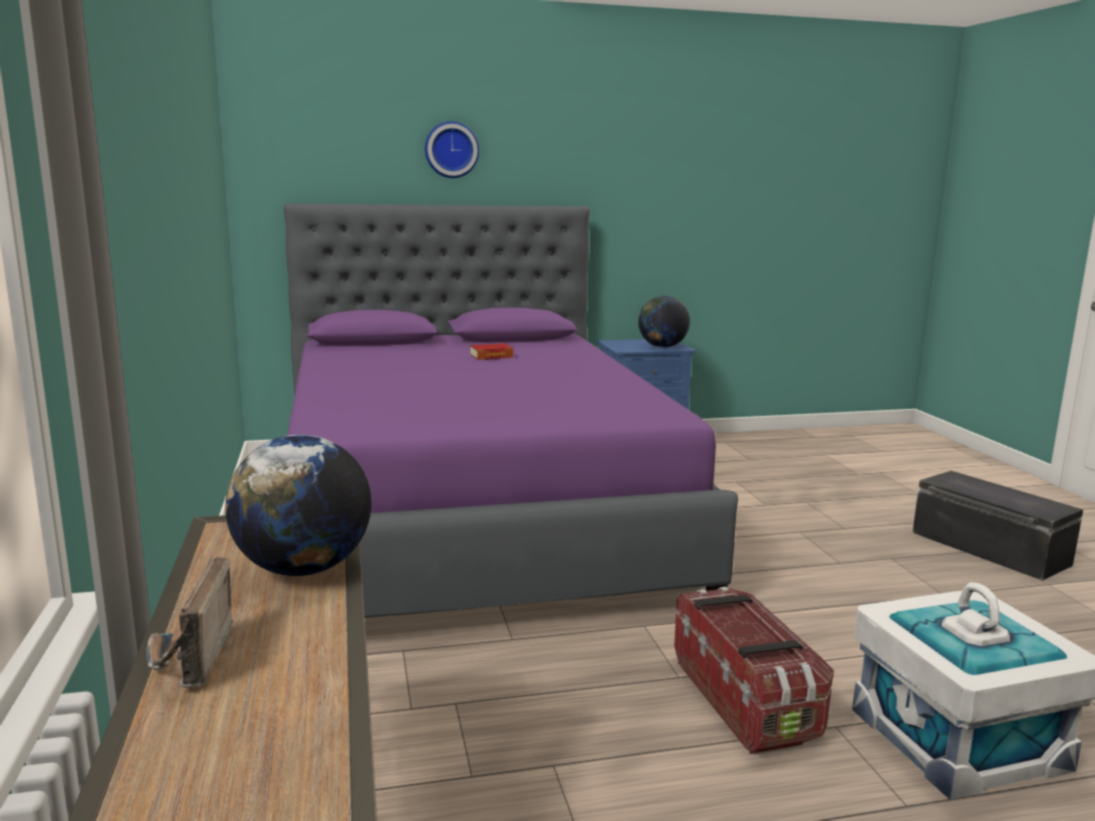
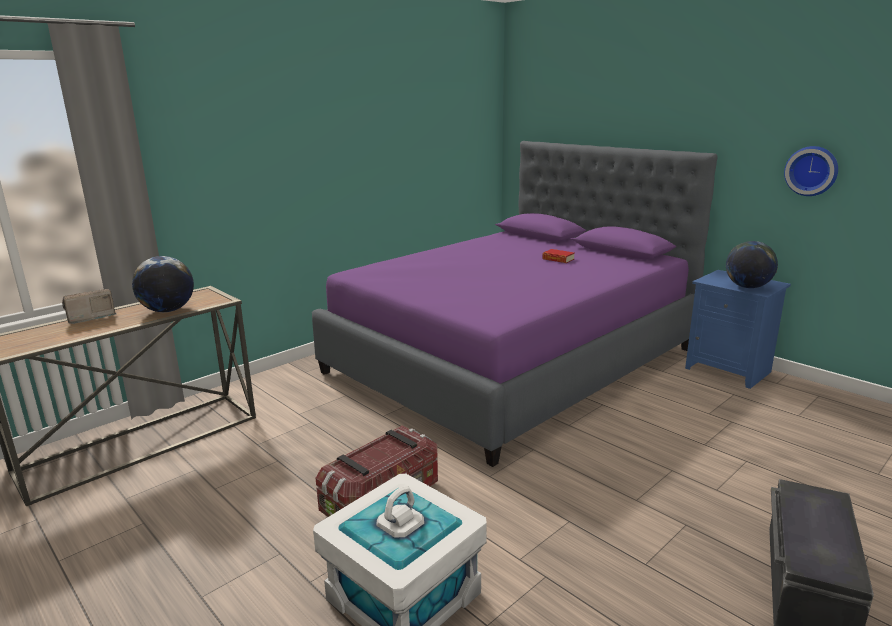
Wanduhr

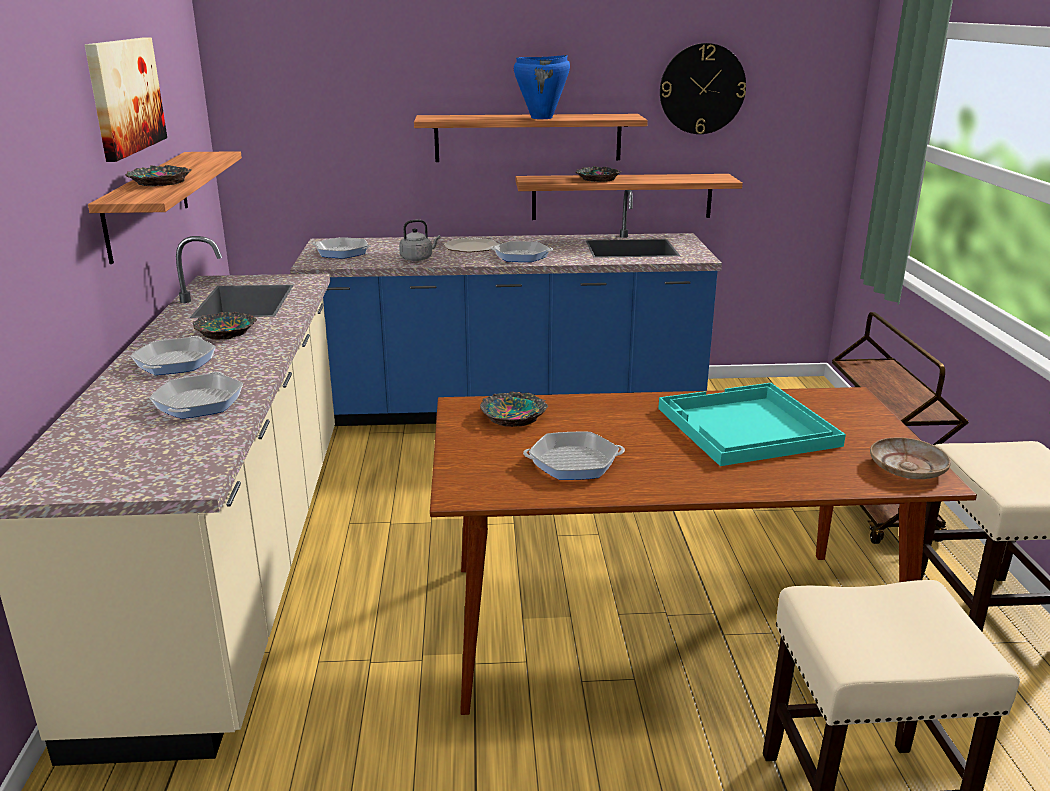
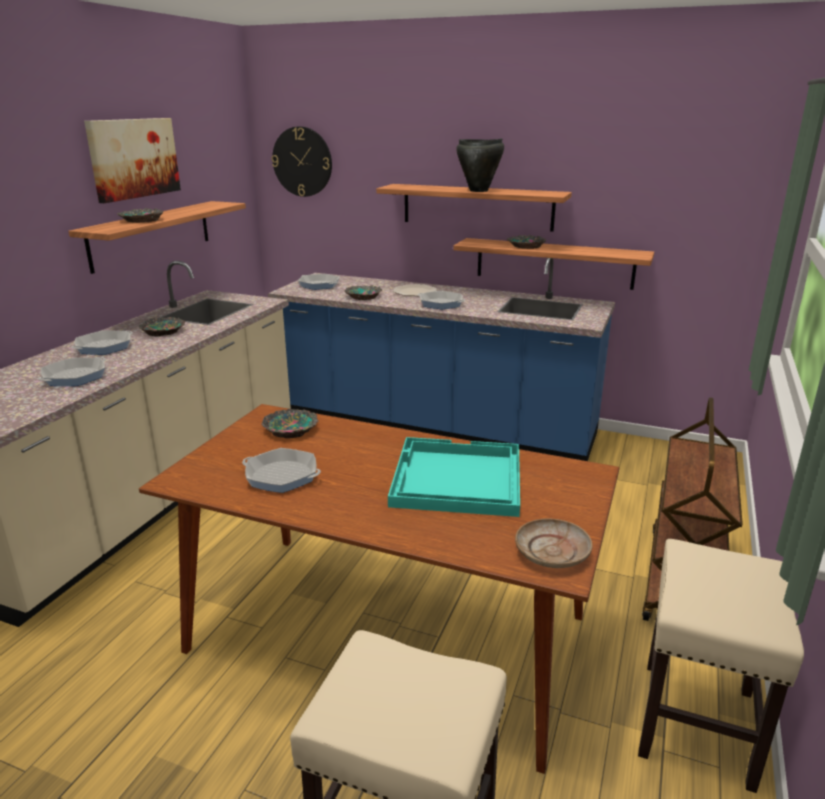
Schüssel (4th from left)
Kochtopf (schwarz)
Wanduhr

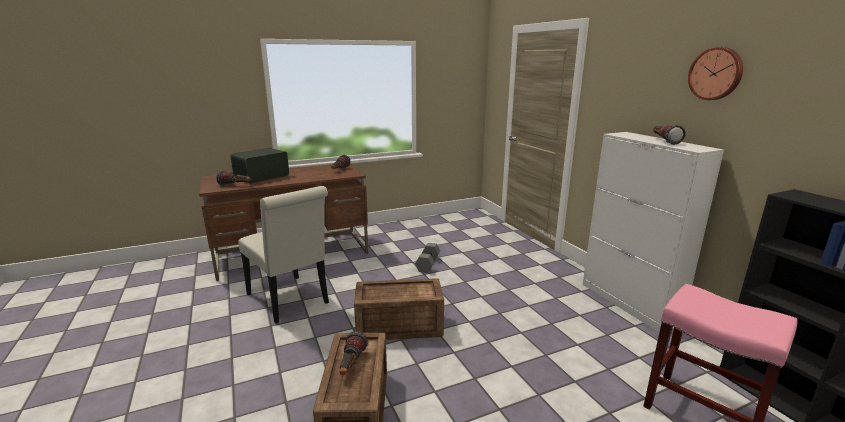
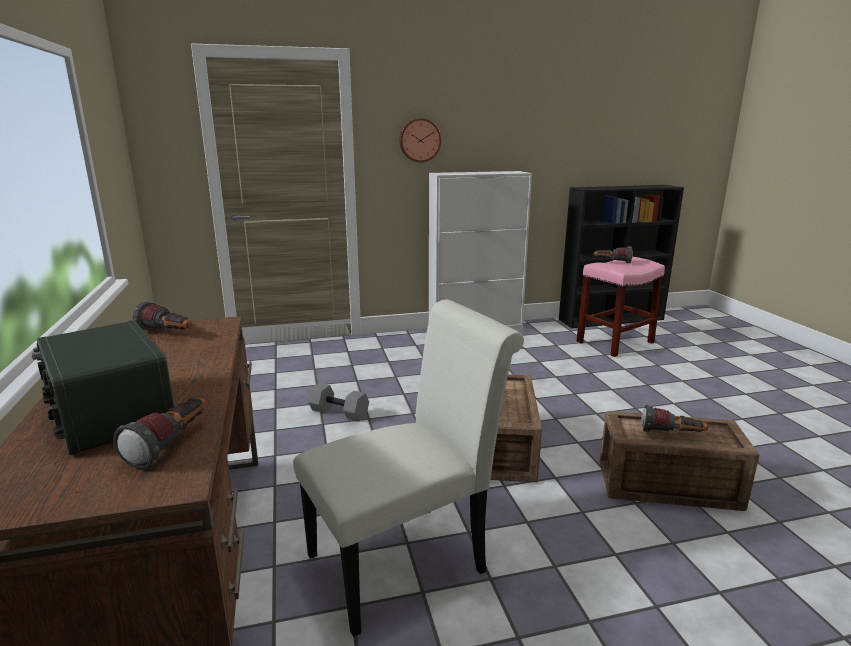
Taschenlampe (3rd from left)
Wanduhr

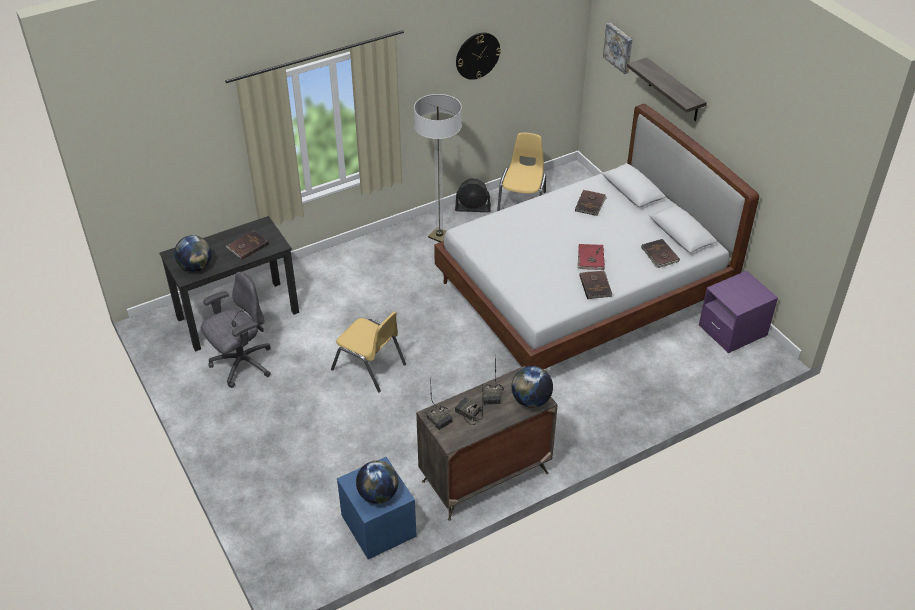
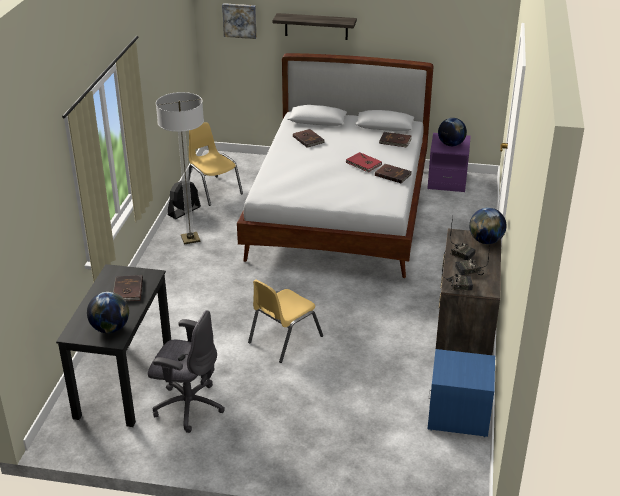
Bürostuhl (grau)
Stuhl (gelb) (2nd from left)
Globus (2nd from left)
Wanduhr

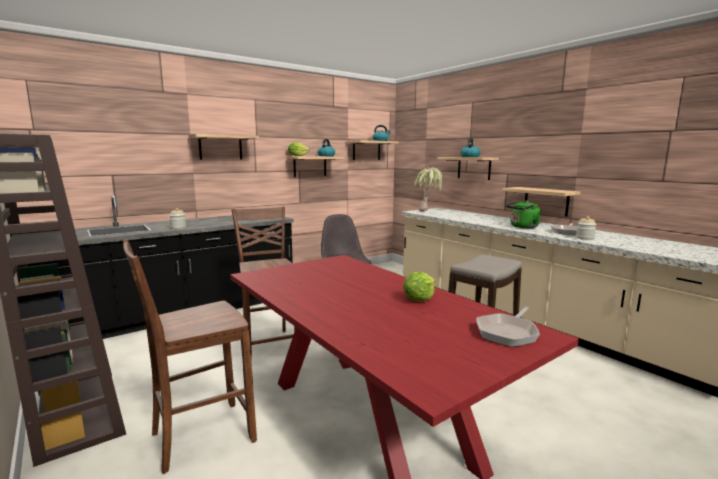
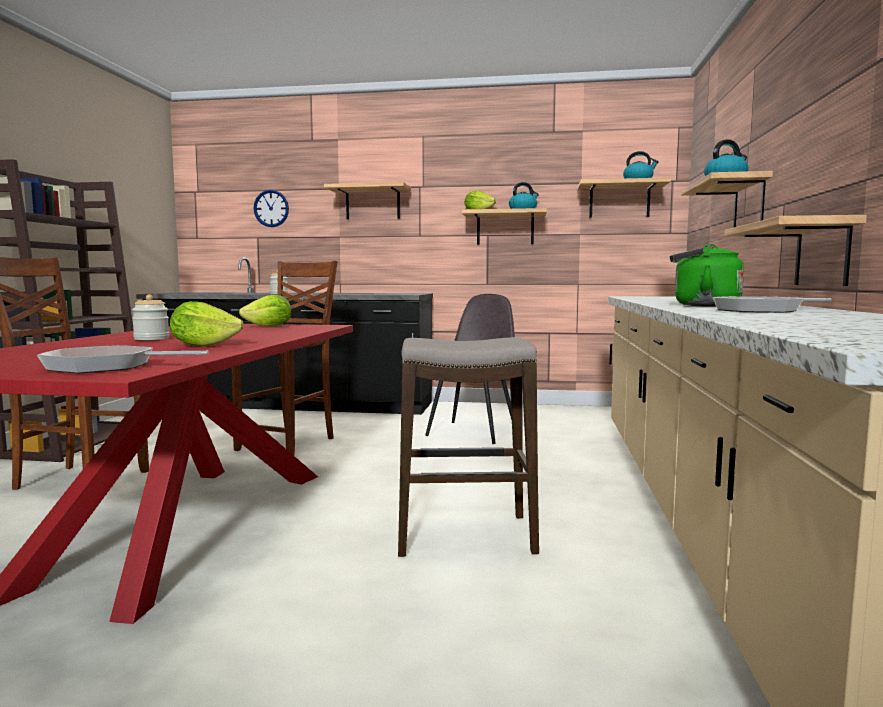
Topfpflanze
Vorratsglas (1st from left)
Salatkopf (2nd from left)
Wanduhr

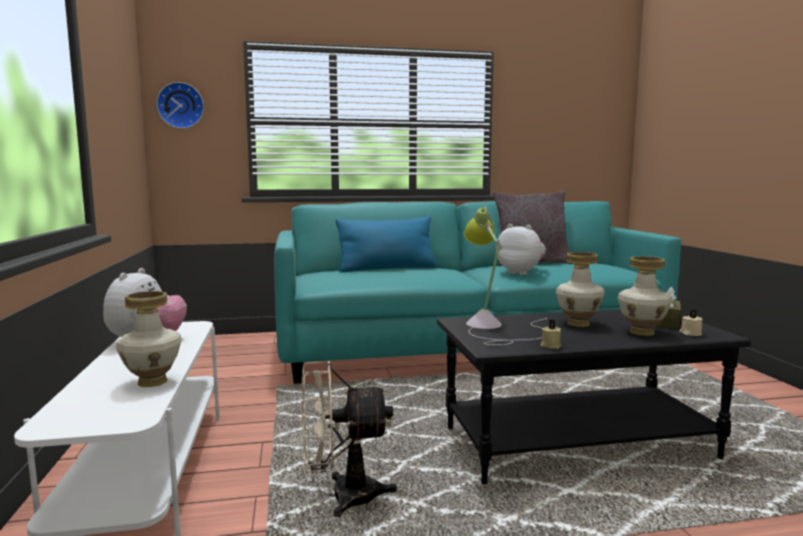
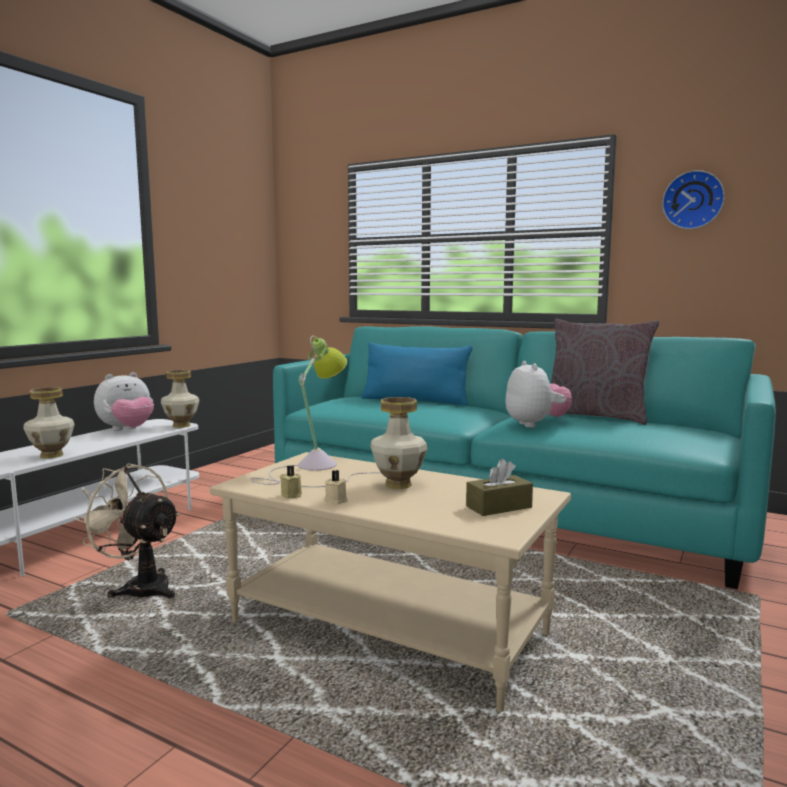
Wanduhr
Couchtisch (beige)
Vase (2nd from left)
Kerze (beige) (2nd from left)

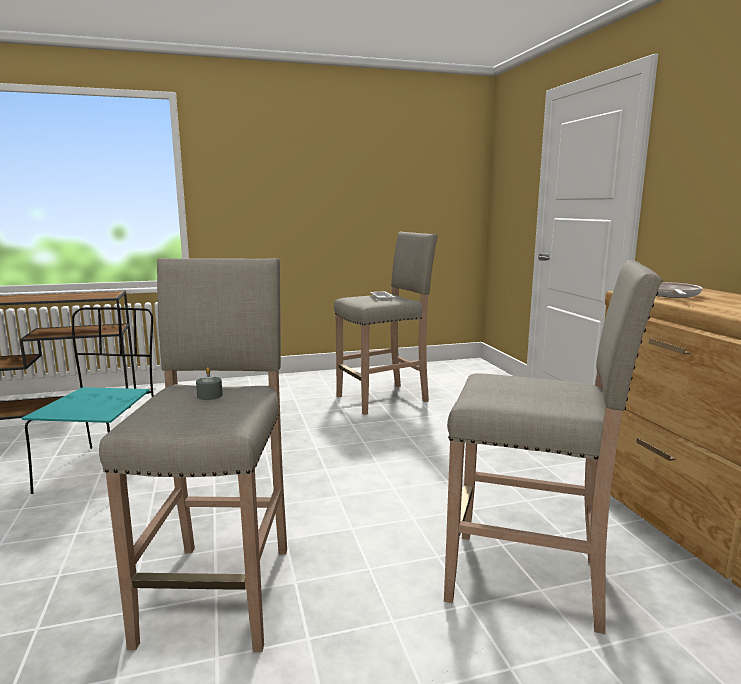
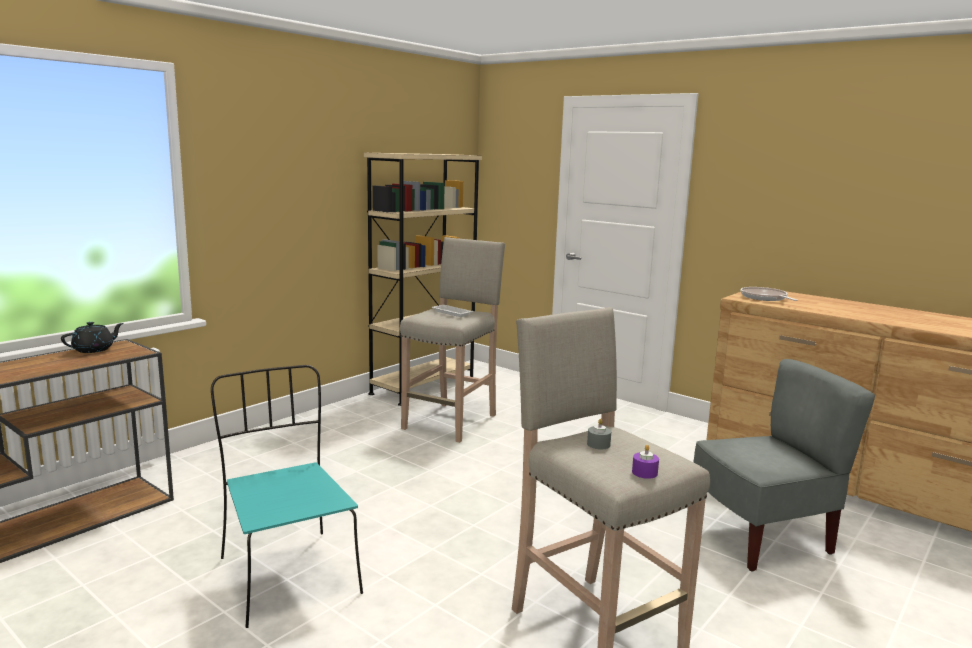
Stuhl (grau)
Teekanne (schwarz)
Bücherregal (beige)
Kerze (lila)

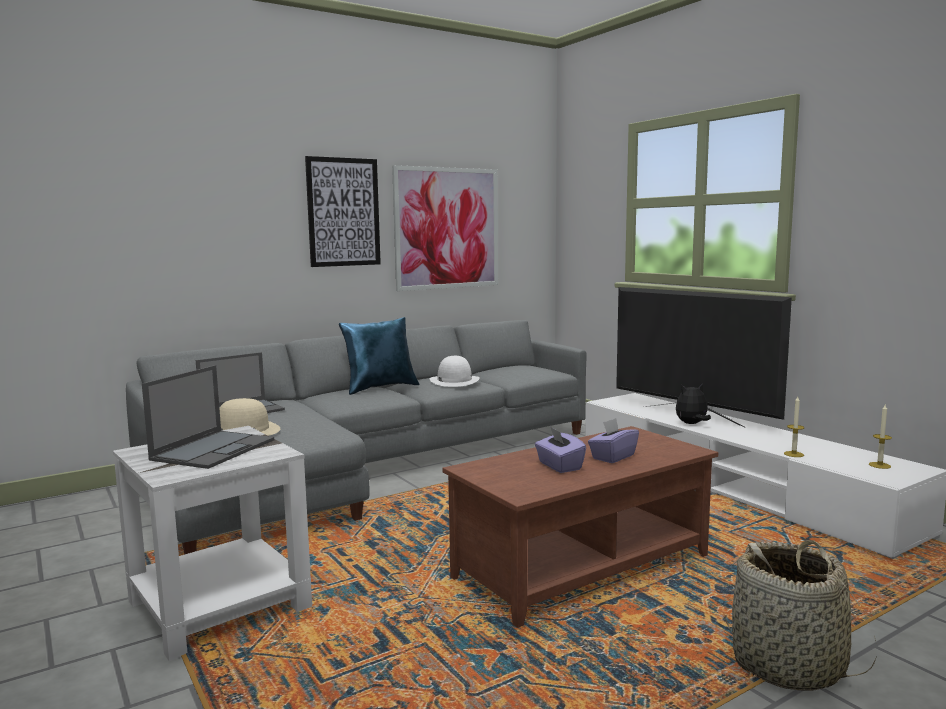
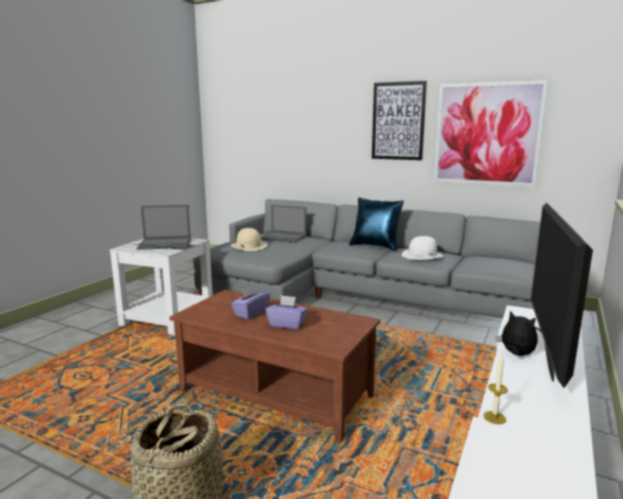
Kerze (2nd from left in the first image)

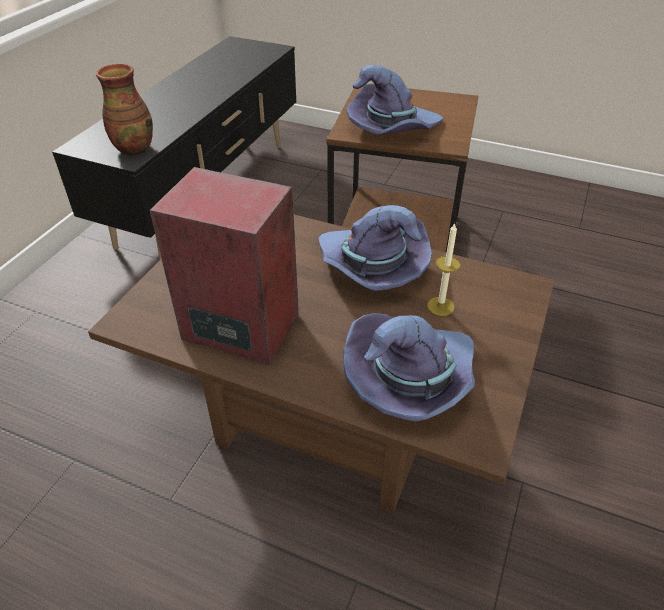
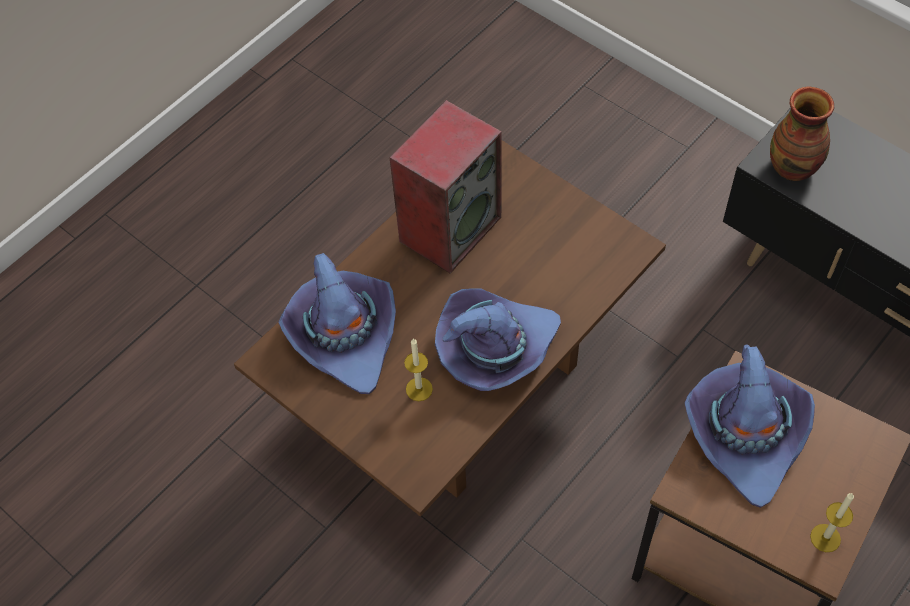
Kerze (2nd from left)

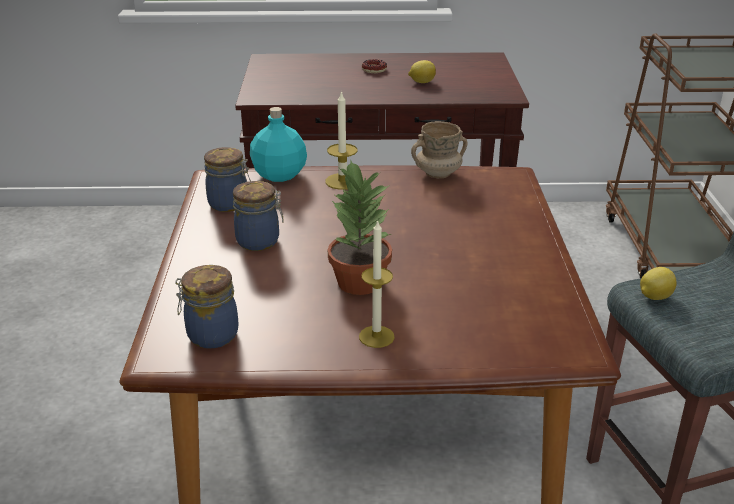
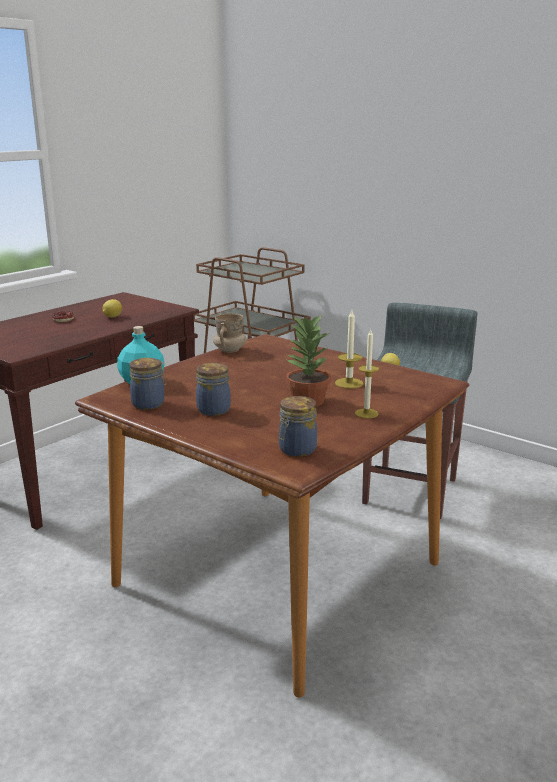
Kerze (1st from left)

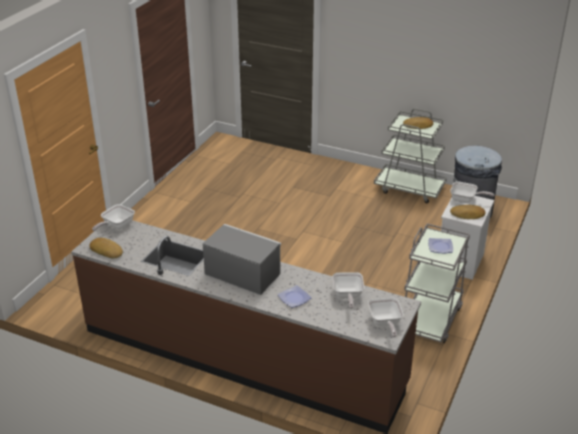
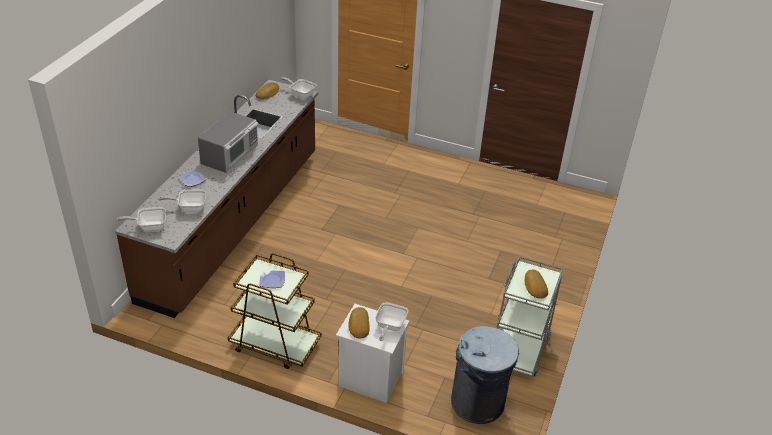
Rollwagen (braun)

